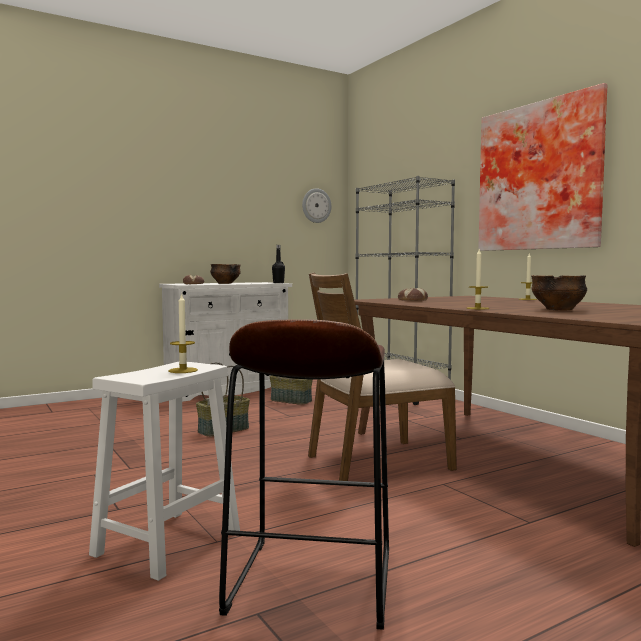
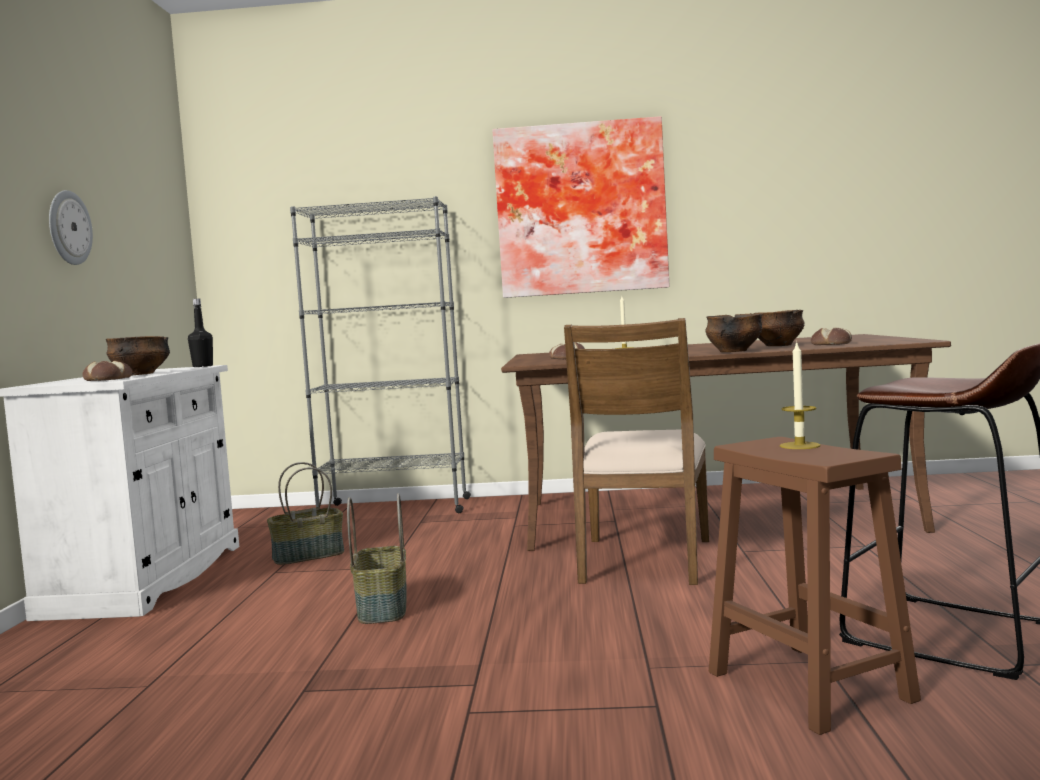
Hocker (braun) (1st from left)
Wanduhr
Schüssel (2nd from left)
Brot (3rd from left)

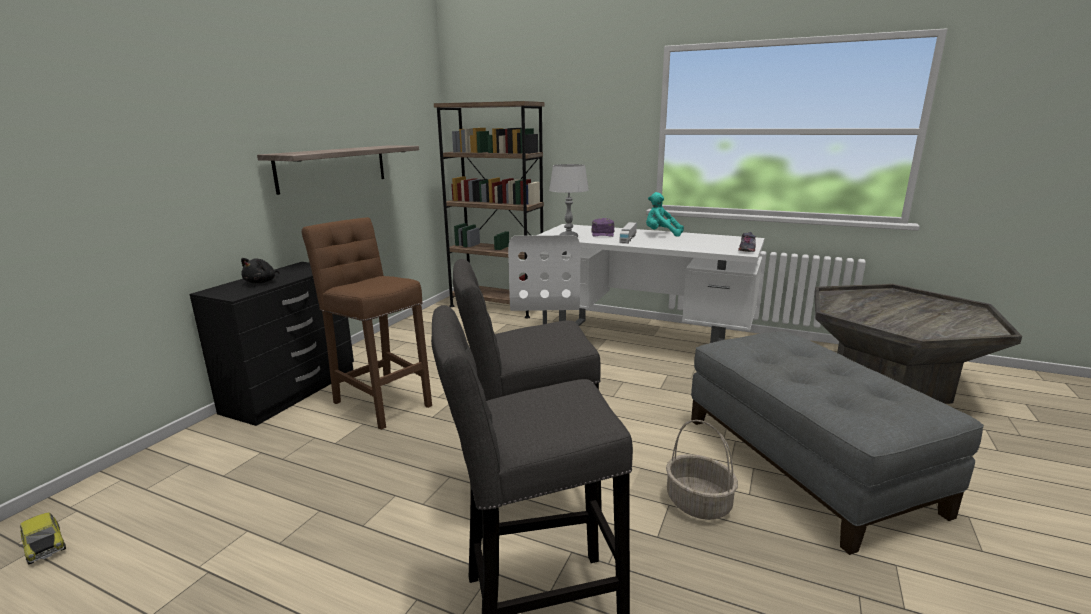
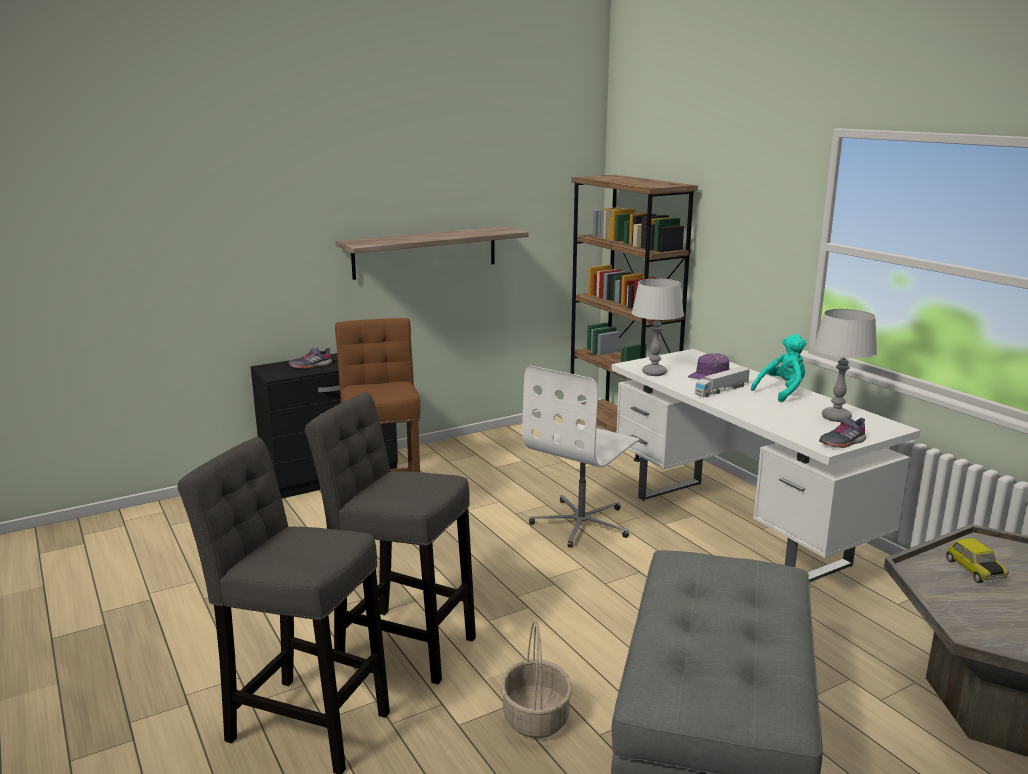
Spielzeugauto
Schuh (grau) (1st from left)
Plüschtier (türkis)
Tischlampe (grau) (2nd from left)

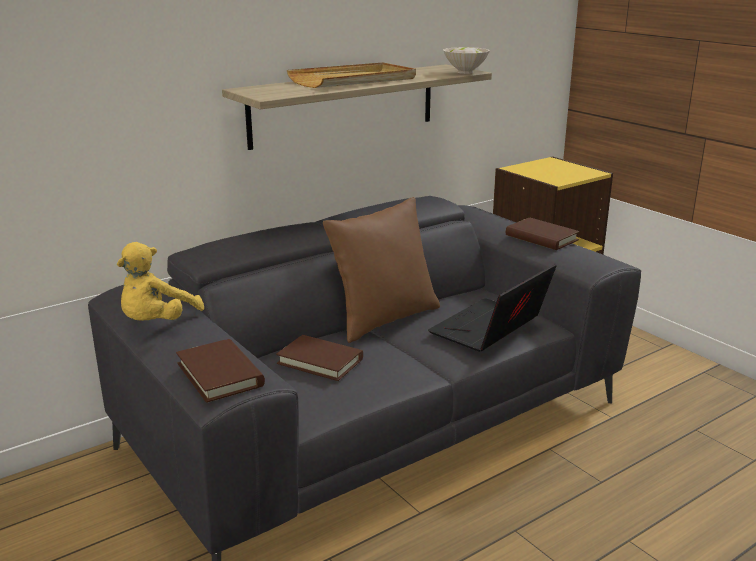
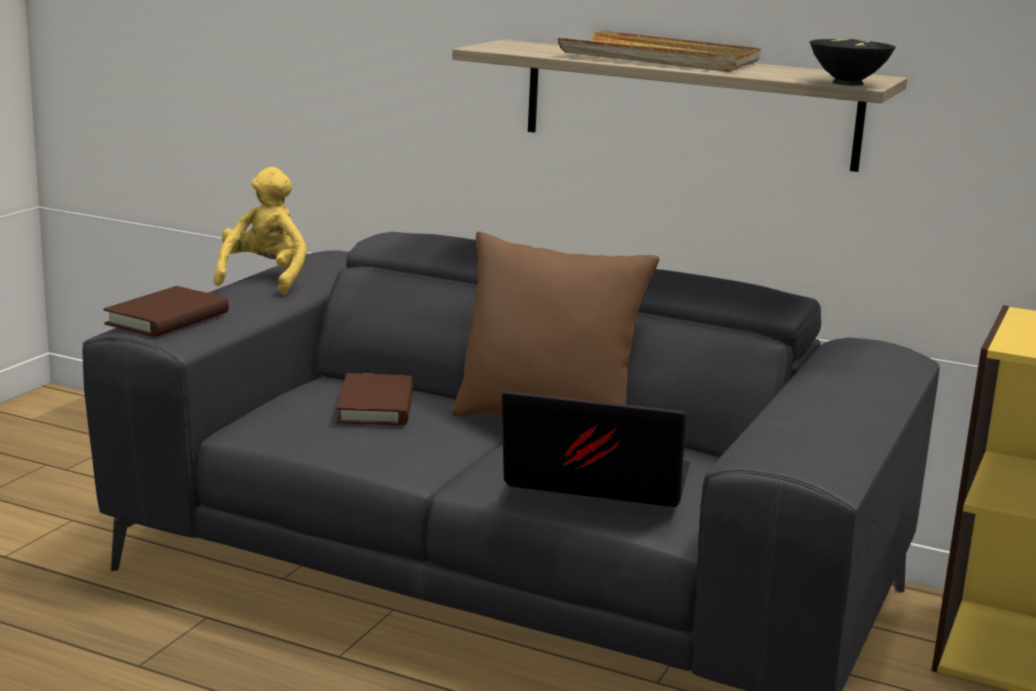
Plüschtier (gelb)
Schüssel (schwarz)
Buch (braun) (3rd from left in the first image)

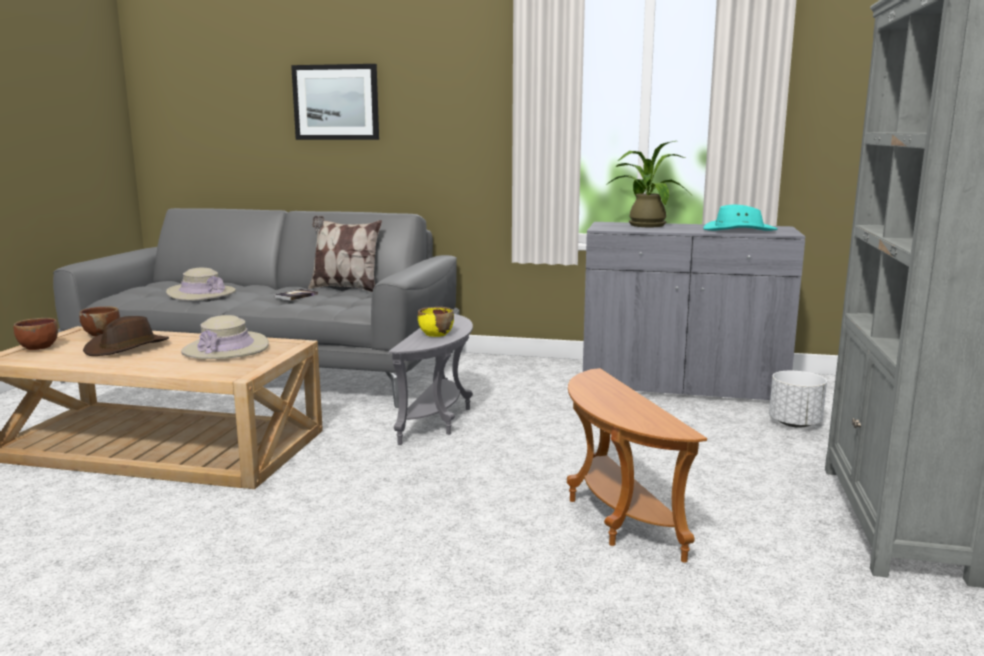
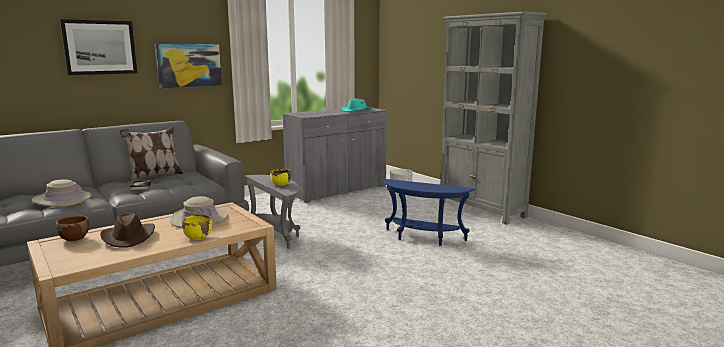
Schüssel (braun) (1st from left in the first image)
Beistelltisch (blau)
Topfpflanze
Bild (2nd from left)
Schüssel (gelb) (1st from left)

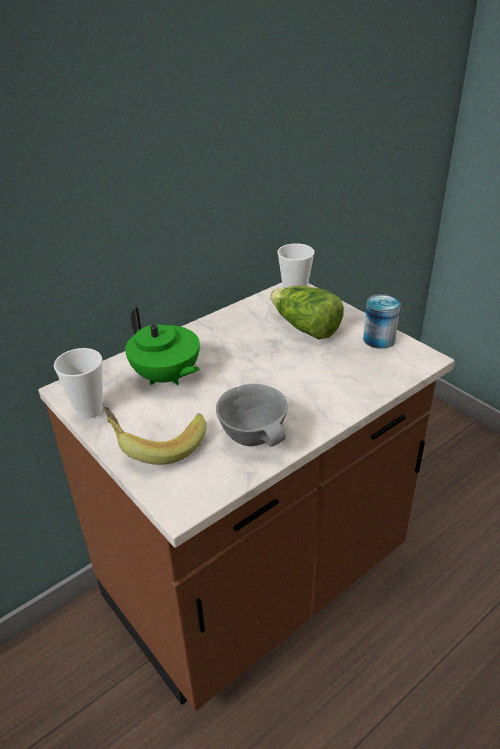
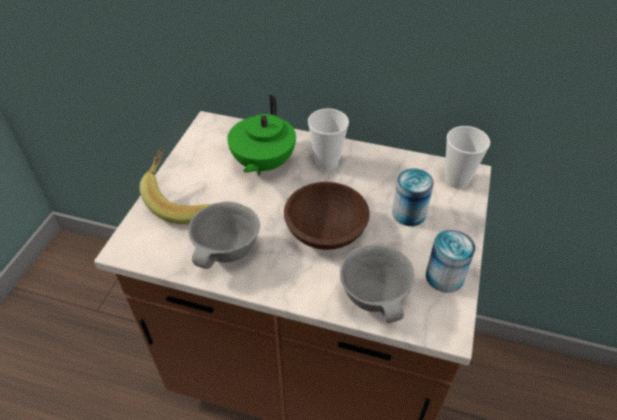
Tasse (1st from left)
Dose (1st from left)
Schüssel (braun)
Schüssel (grau) (2nd from left)

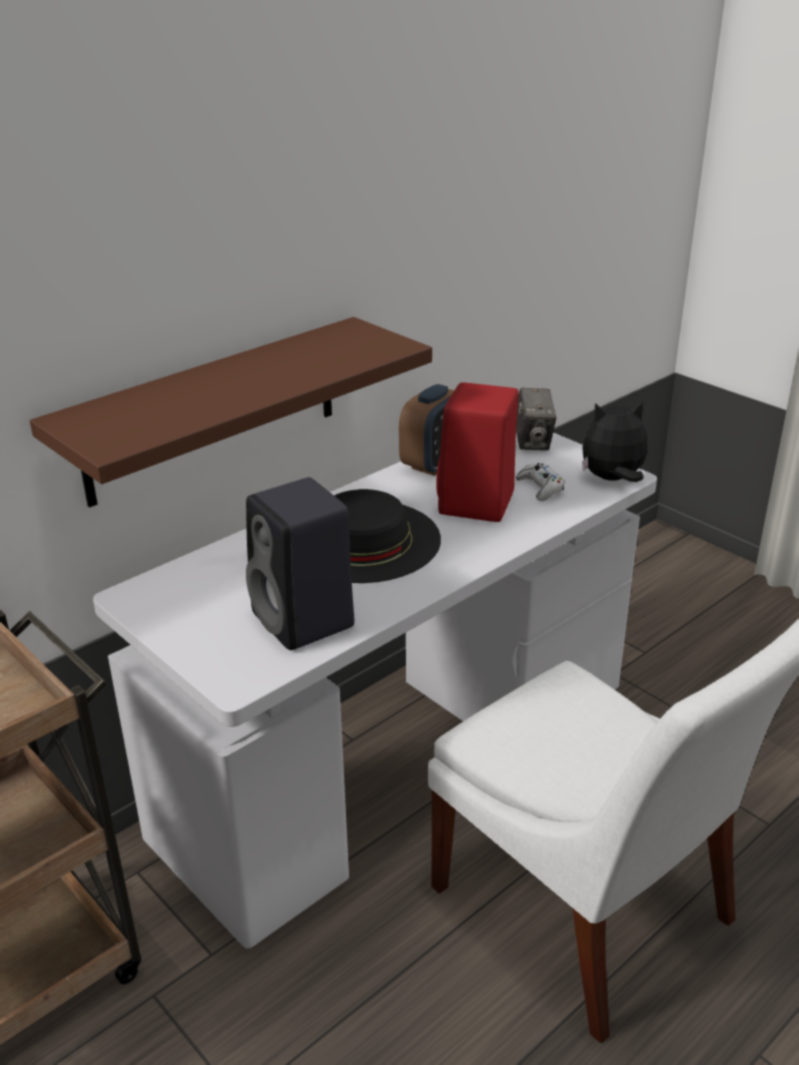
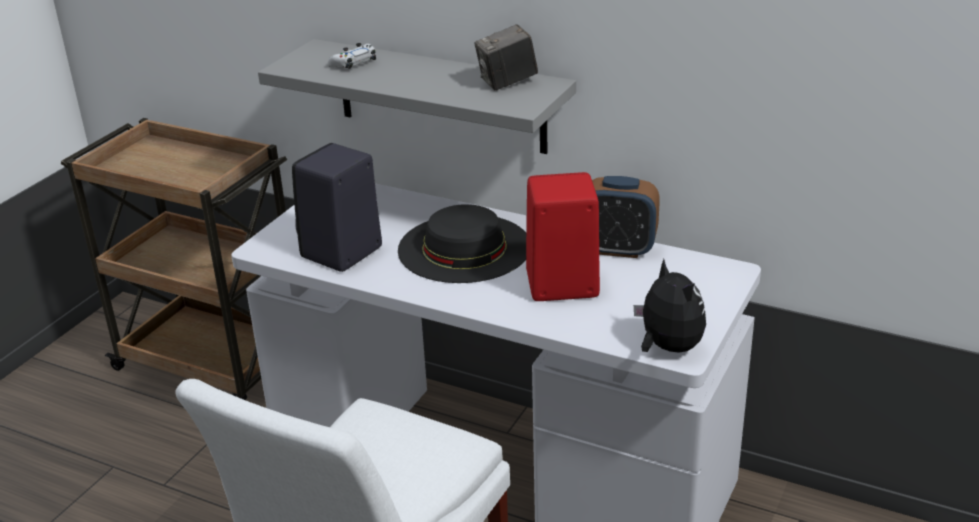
Wandregal (grau)
Kamera
Gamepad (weiß)

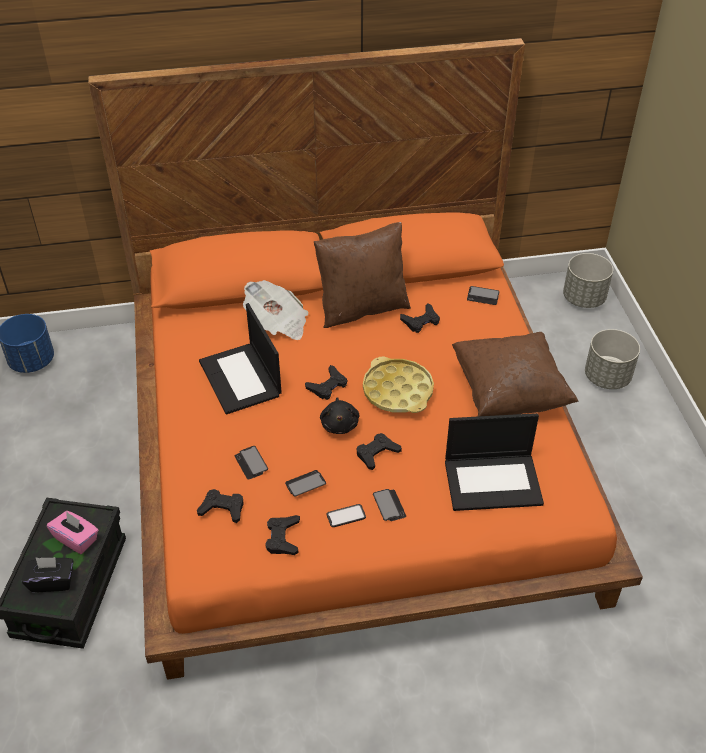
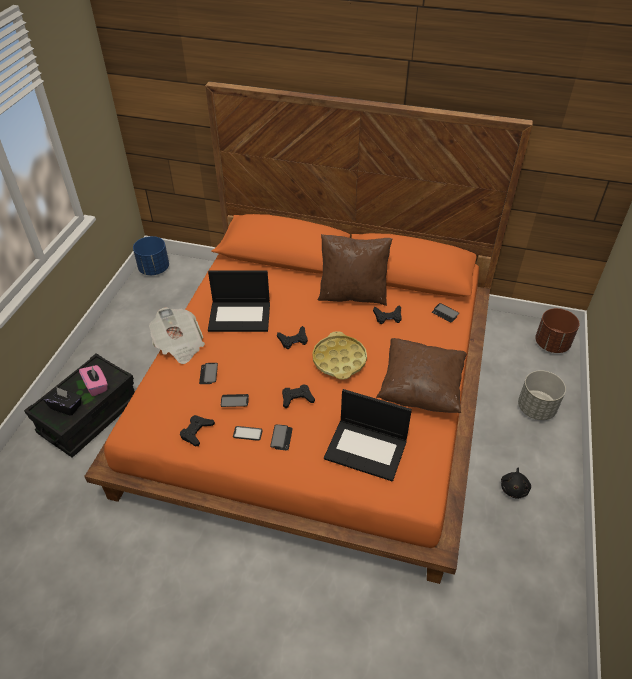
Gamepad (schwarz) (1st from left in the first image)
Laptop (1st from left)
Zeitung
Plüschtier (schwarz)
Pflanzkübel (braun)

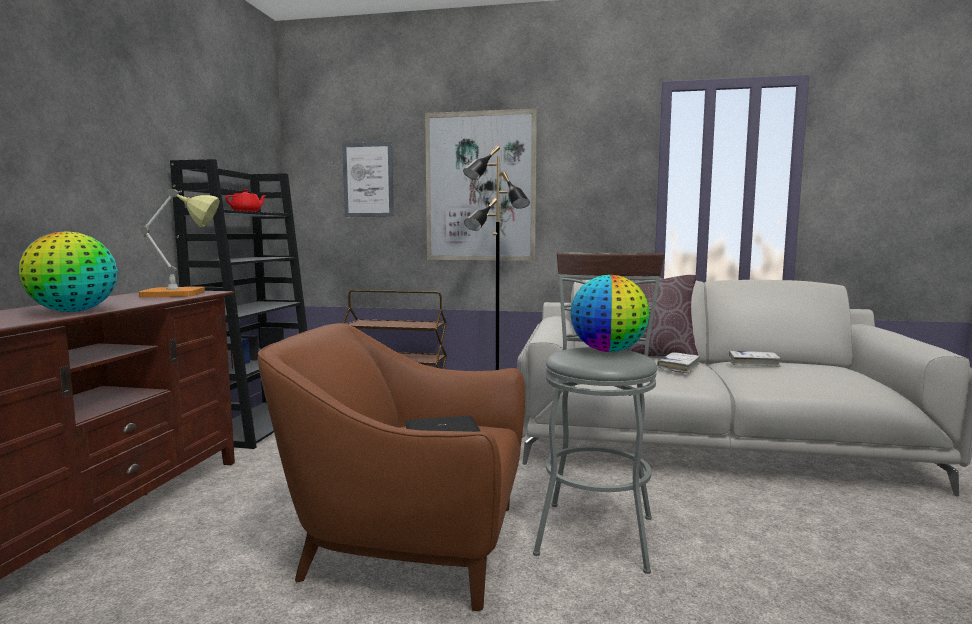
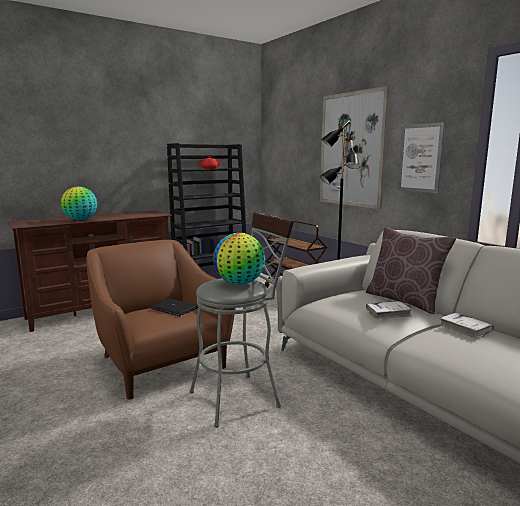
Tischlampe
Bild (2nd from left)

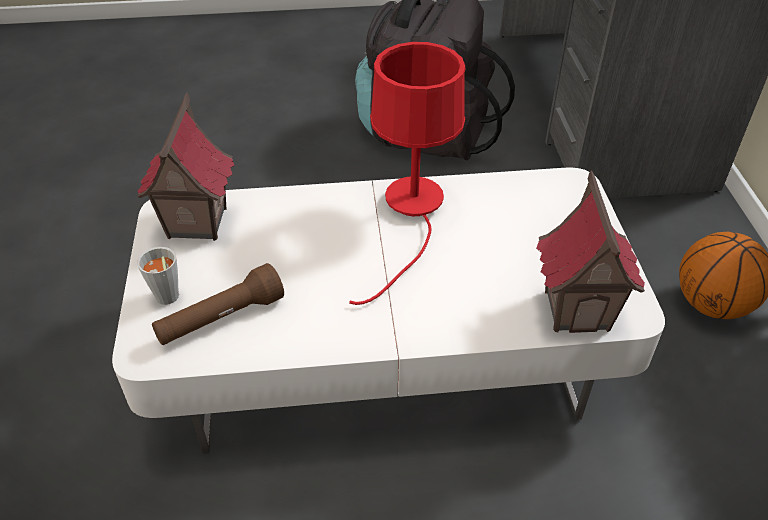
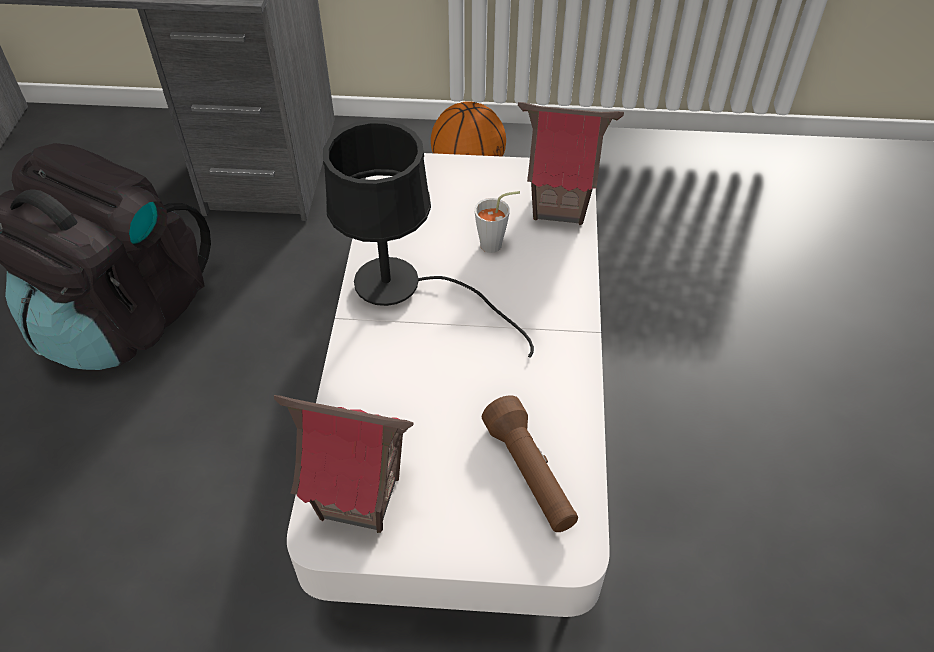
Tasse (grau)
Tischlampe (schwarz)

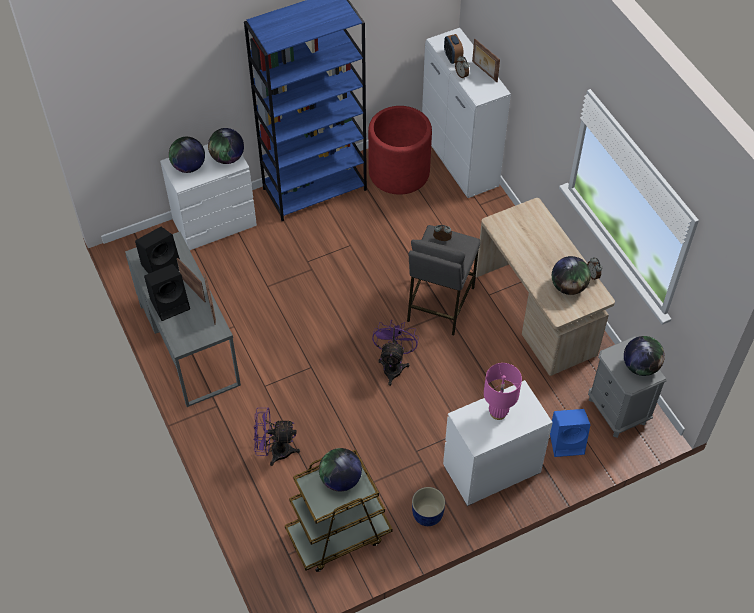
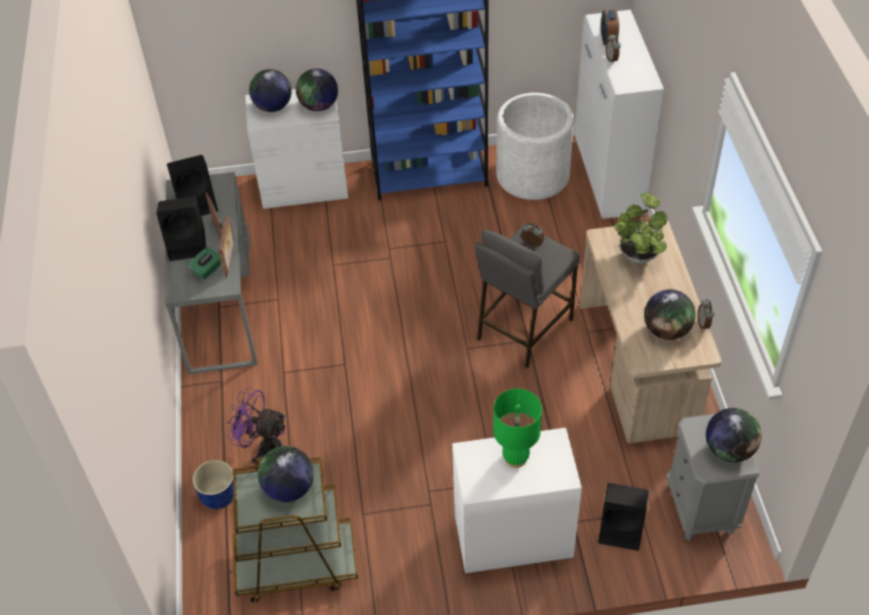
Pflanzkübel (weiß)
Ventilator (lila) (2nd from left in the first image)
Pflanzkübel (blau)
Bilderrahmen (3rd from left in the first image)
Tischlampe (grün)
Lautsprecher (schwarz) (3rd from left)
Taschentuchbox (grün)
Topfpflanze

